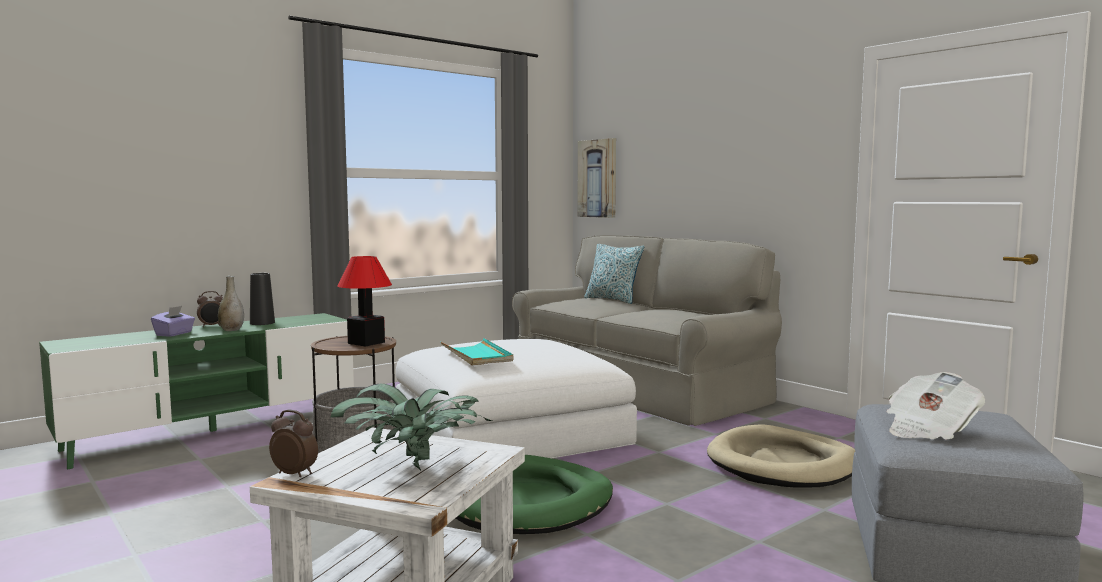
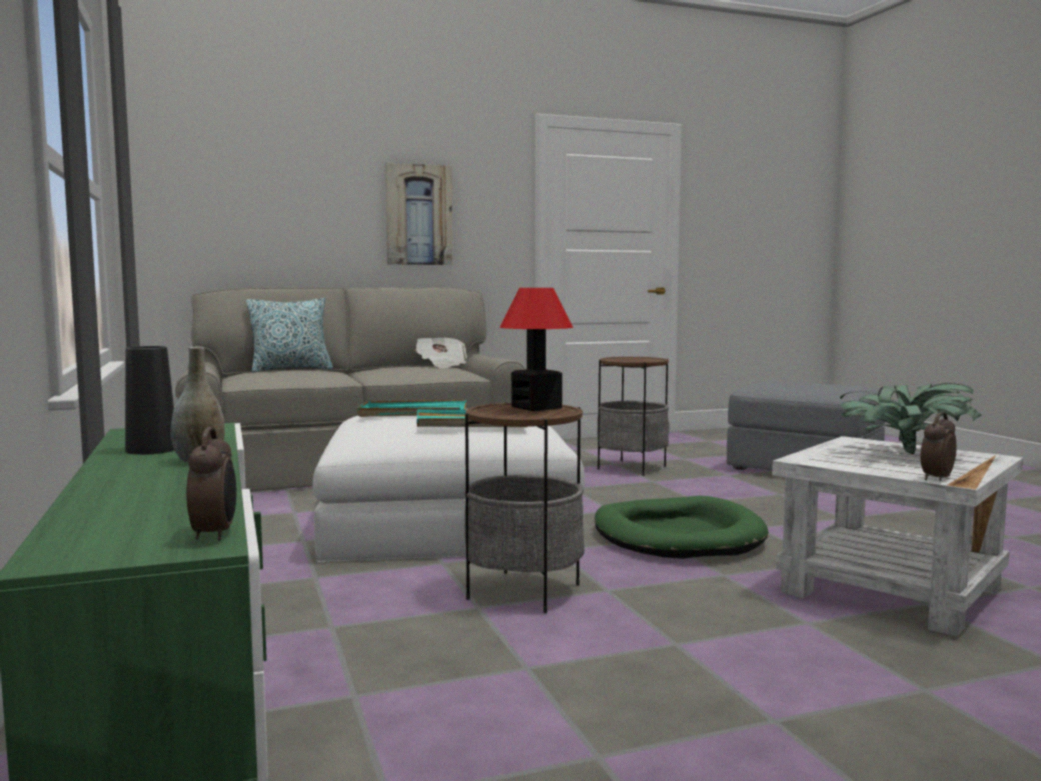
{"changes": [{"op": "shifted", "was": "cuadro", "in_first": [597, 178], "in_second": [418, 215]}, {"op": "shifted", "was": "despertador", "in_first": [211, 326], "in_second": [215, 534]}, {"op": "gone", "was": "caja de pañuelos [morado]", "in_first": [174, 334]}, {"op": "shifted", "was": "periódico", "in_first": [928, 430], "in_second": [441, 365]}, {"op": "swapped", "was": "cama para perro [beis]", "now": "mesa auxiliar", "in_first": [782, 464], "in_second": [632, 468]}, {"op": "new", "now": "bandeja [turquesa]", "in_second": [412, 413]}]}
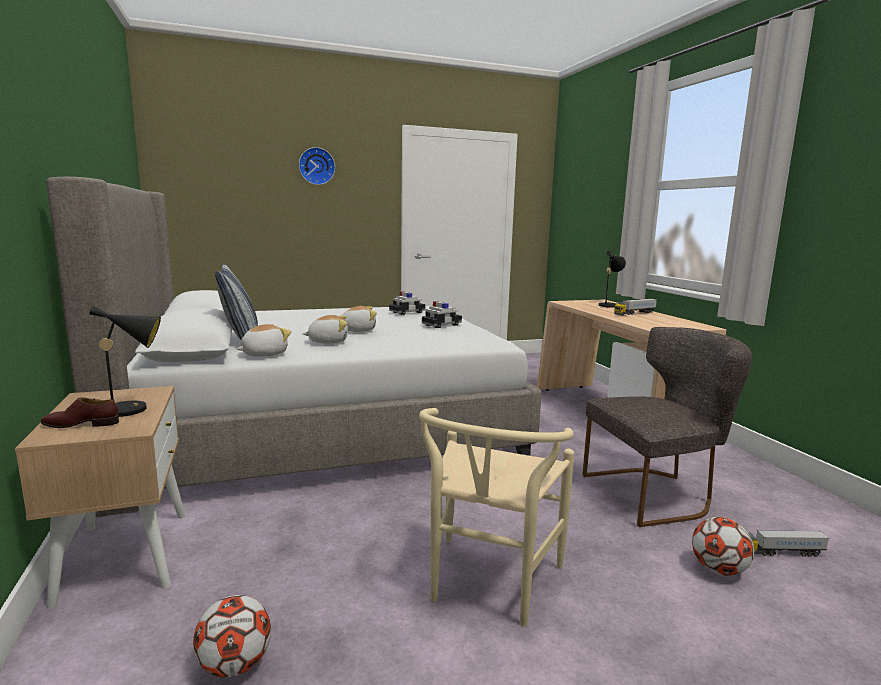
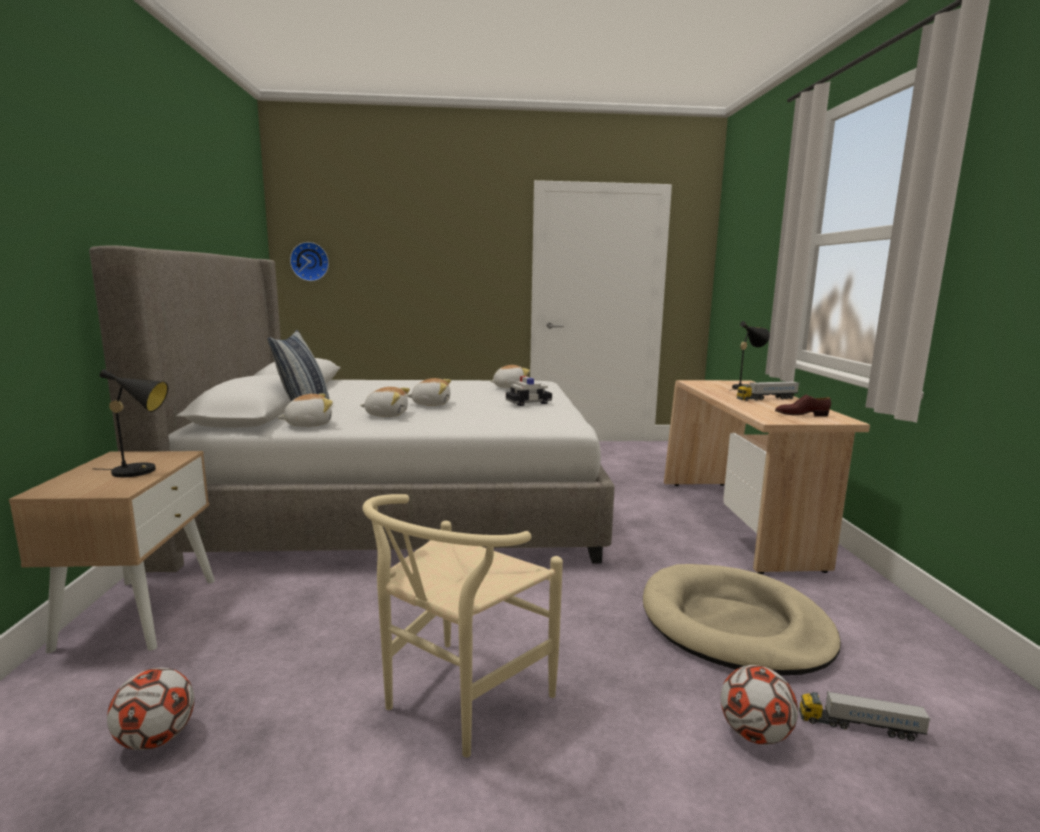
{"changes": [{"op": "shifted", "was": "reloj de pared", "in_first": [316, 166], "in_second": [310, 261]}, {"op": "swapped", "was": "coche de juguete", "now": "peluche", "in_first": [407, 312], "in_second": [509, 387]}, {"op": "swapped", "was": "silla [gris]", "now": "cama para perro [beis]", "in_first": [656, 493], "in_second": [734, 625]}, {"op": "shifted", "was": "zapato [marrón]", "in_first": [81, 424], "in_second": [801, 415]}]}
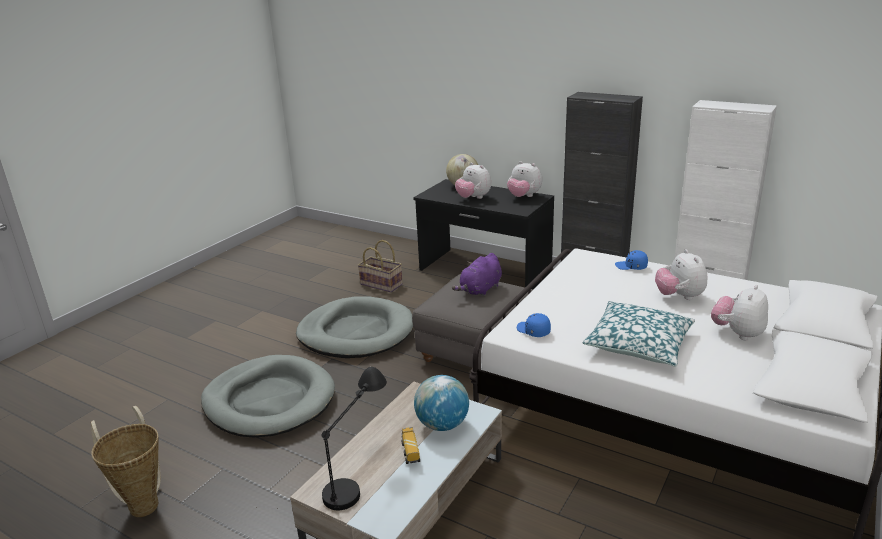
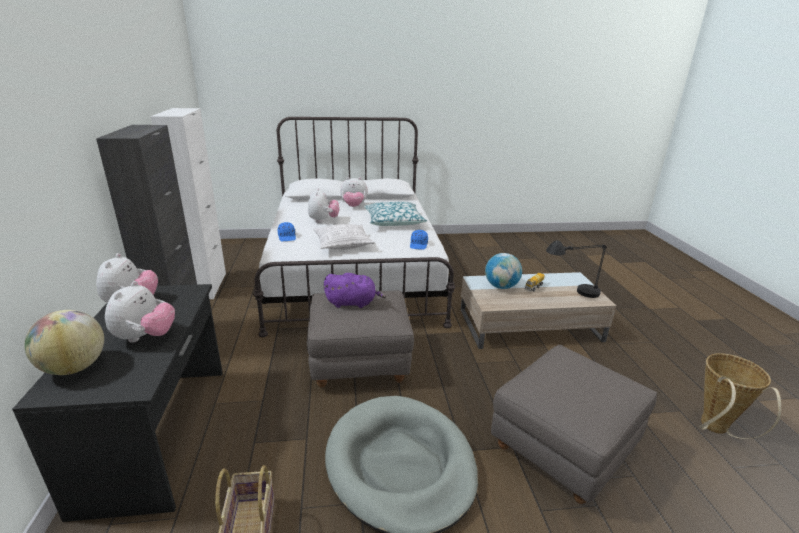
{"changes": [{"op": "rotated", "was": "peluche", "in_first": [679, 296], "in_second": [323, 220], "clockwise": -45}, {"op": "swapped", "was": "cama para perro [gris]", "now": "puf [gris]", "in_first": [269, 400], "in_second": [563, 448]}, {"op": "new", "now": "cojín", "in_second": [343, 245]}]}
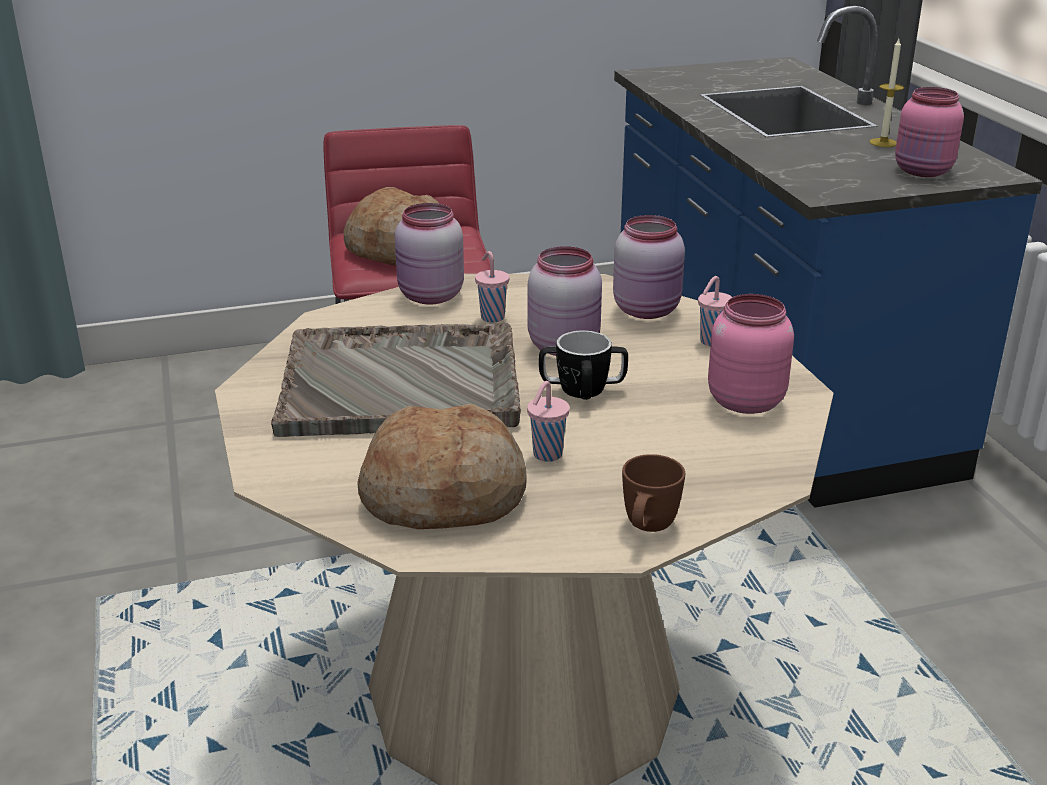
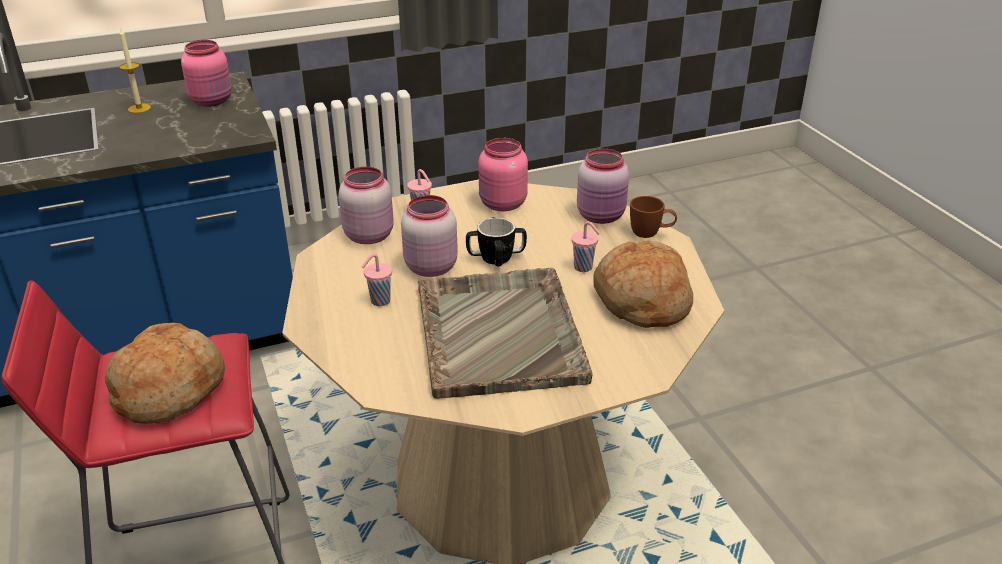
{"changes": [{"op": "shifted", "was": "tarro [rosa]", "in_first": [429, 296], "in_second": [602, 216]}]}
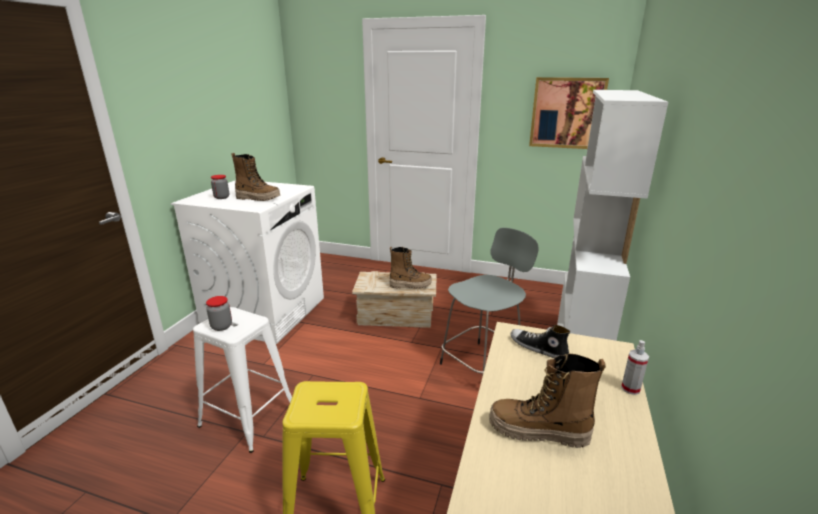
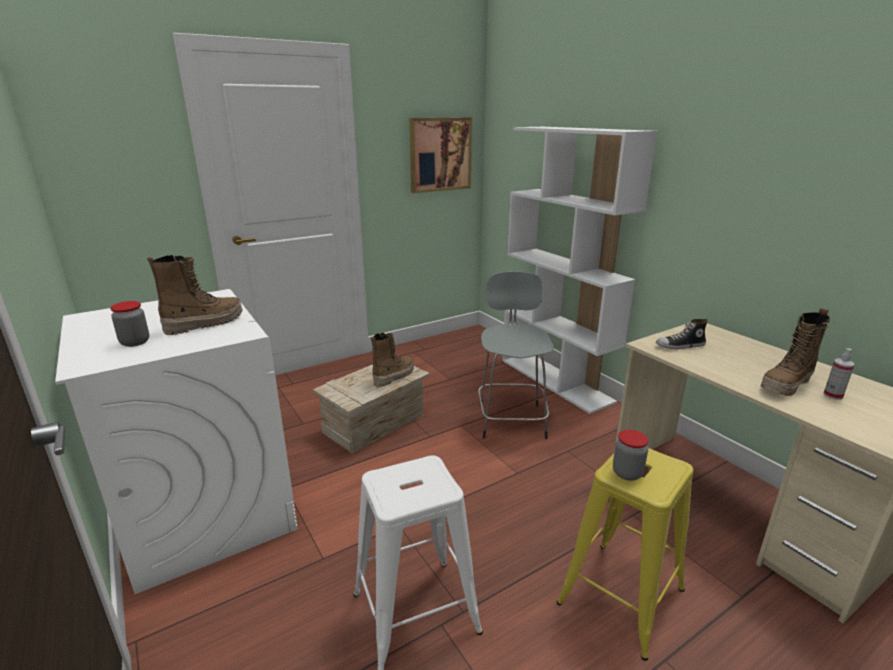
{"changes": [{"op": "shifted", "was": "tarro", "in_first": [221, 326], "in_second": [627, 473]}, {"op": "shifted", "was": "pulverizador", "in_first": [630, 388], "in_second": [833, 395]}]}
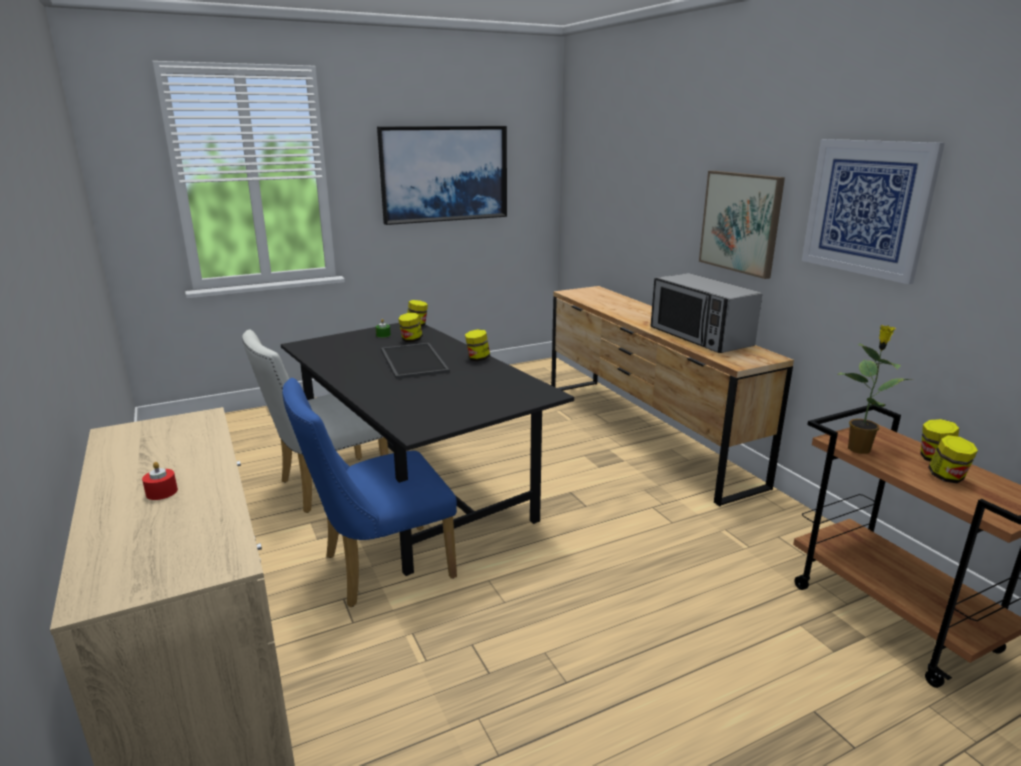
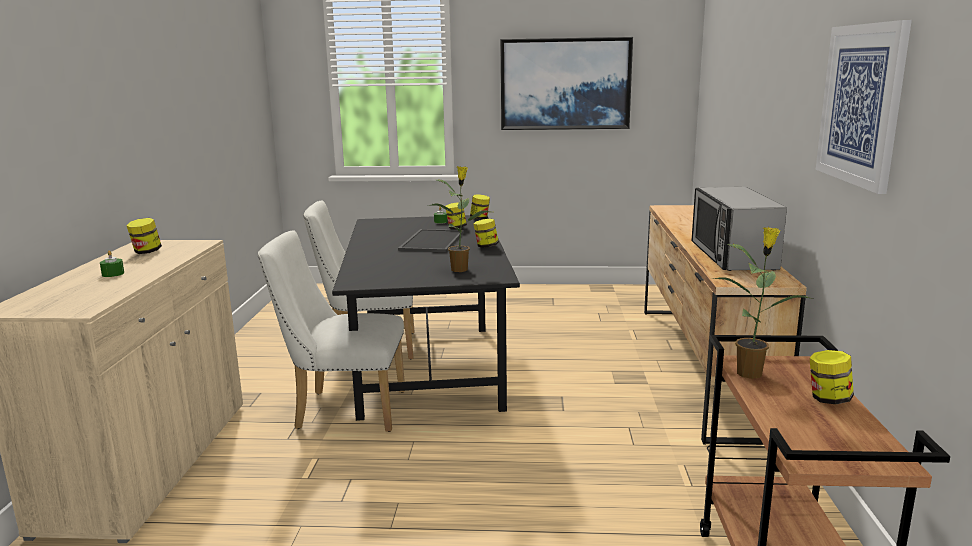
{"changes": [{"op": "gone", "was": "cuadro", "in_first": [740, 222]}, {"op": "repainted", "was": "silla [azul]", "now": "silla [blanco]", "in_first": [378, 568], "in_second": [342, 410]}, {"op": "shifted", "was": "tarro", "in_first": [947, 477], "in_second": [146, 252]}, {"op": "repainted", "was": "vela [rojo]", "now": "vela [verde]", "in_first": [161, 492], "in_second": [113, 274]}, {"op": "new", "now": "planta en maceta", "in_second": [460, 269]}]}
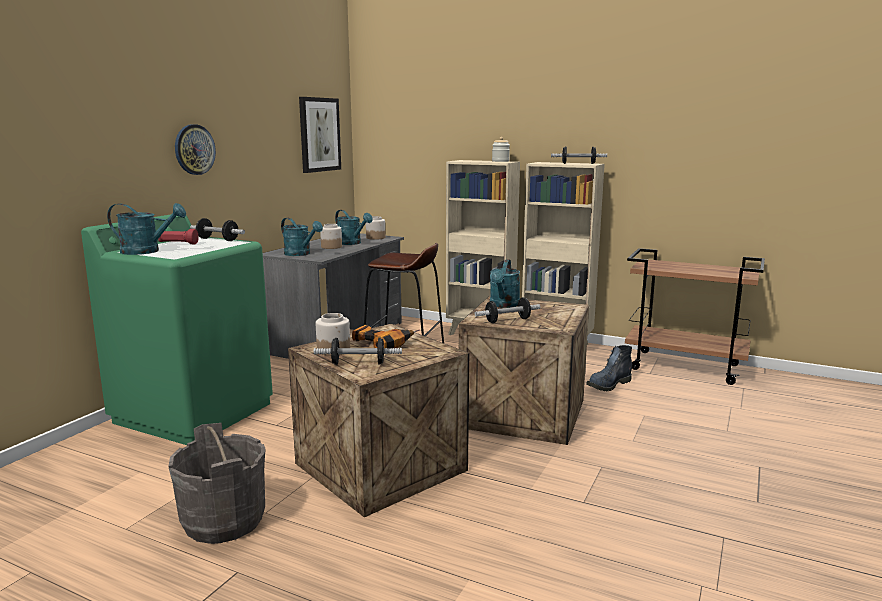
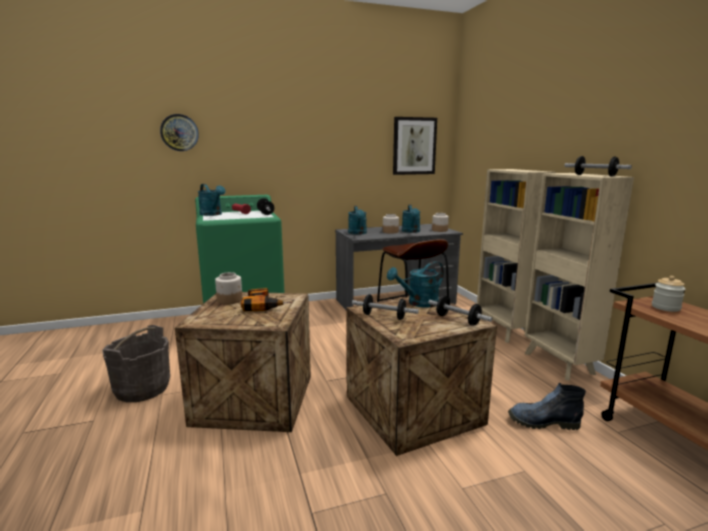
{"changes": [{"op": "shifted", "was": "reloj de pared", "in_first": [194, 149], "in_second": [179, 132]}, {"op": "shifted", "was": "tarro", "in_first": [500, 161], "in_second": [665, 307]}, {"op": "shifted", "was": "mancuerna", "in_first": [358, 363], "in_second": [458, 320]}]}
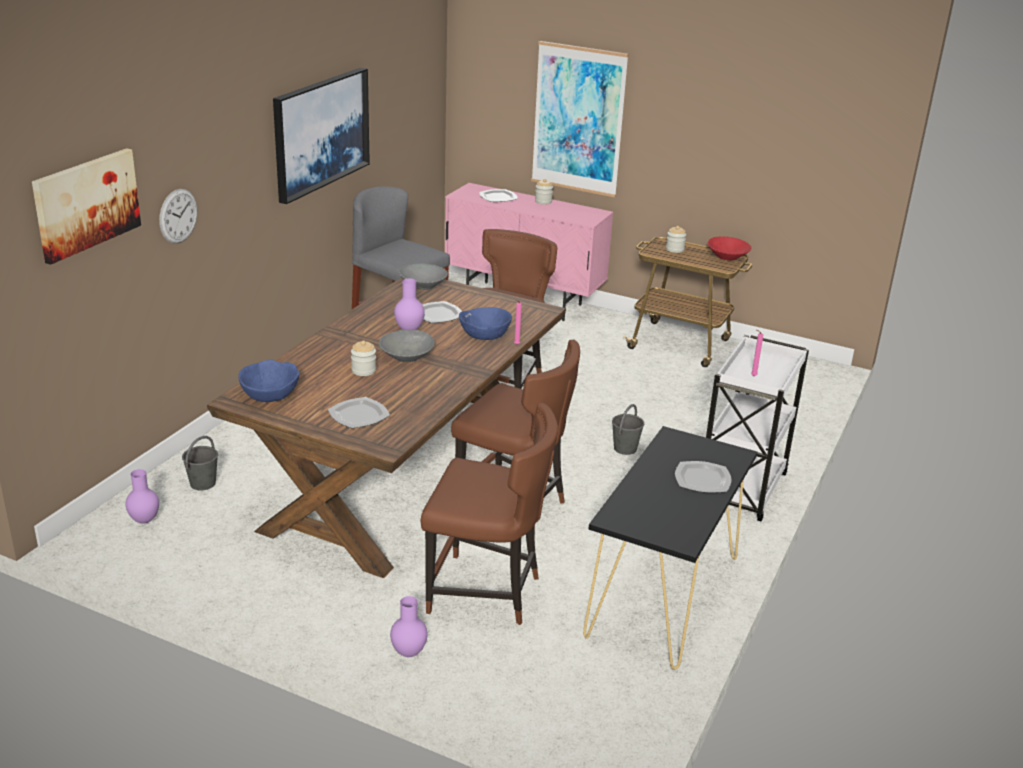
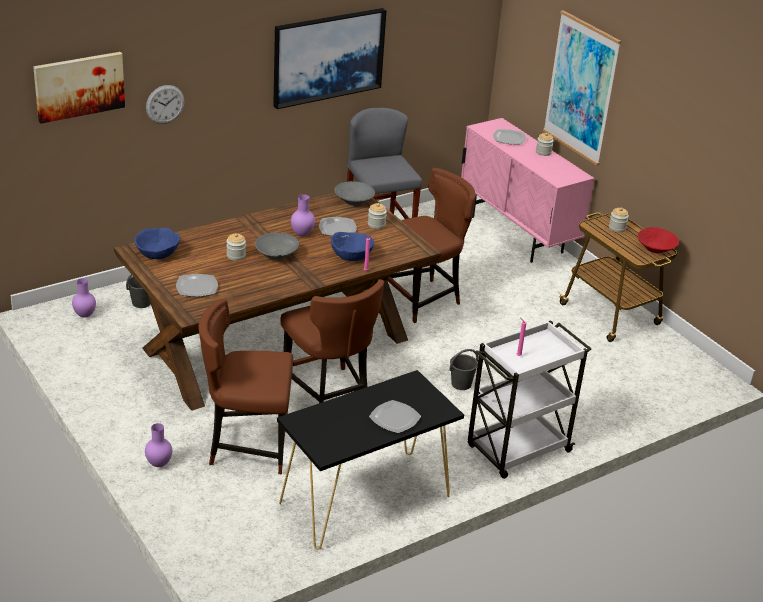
{"changes": [{"op": "rotated", "was": "silla [marrón]", "in_first": [486, 592], "in_second": [247, 447], "clockwise": 135}, {"op": "new", "now": "tarro", "in_second": [376, 224]}]}
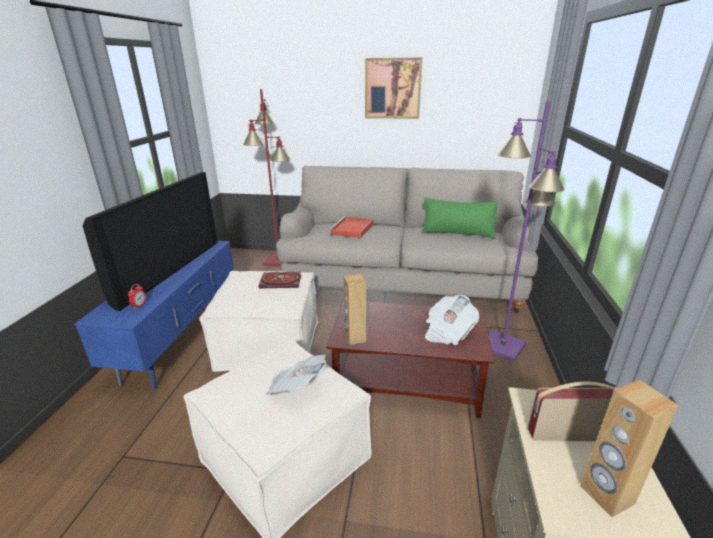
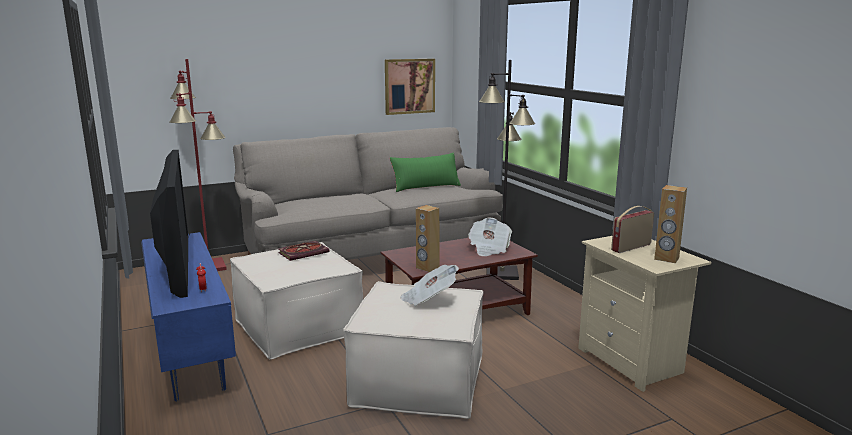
{"changes": [{"op": "shifted", "was": "cuadro", "in_first": [392, 88], "in_second": [409, 86]}, {"op": "repainted", "was": "lámpara de pie [morado]", "now": "lámpara de pie [negro]", "in_first": [502, 346], "in_second": [501, 273]}, {"op": "gone", "was": "bandeja [rojo]", "in_first": [352, 229]}]}
